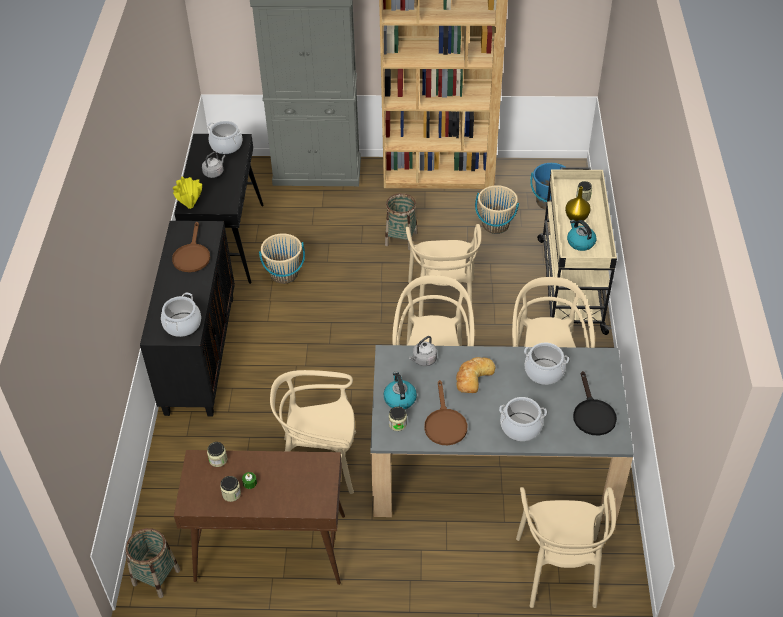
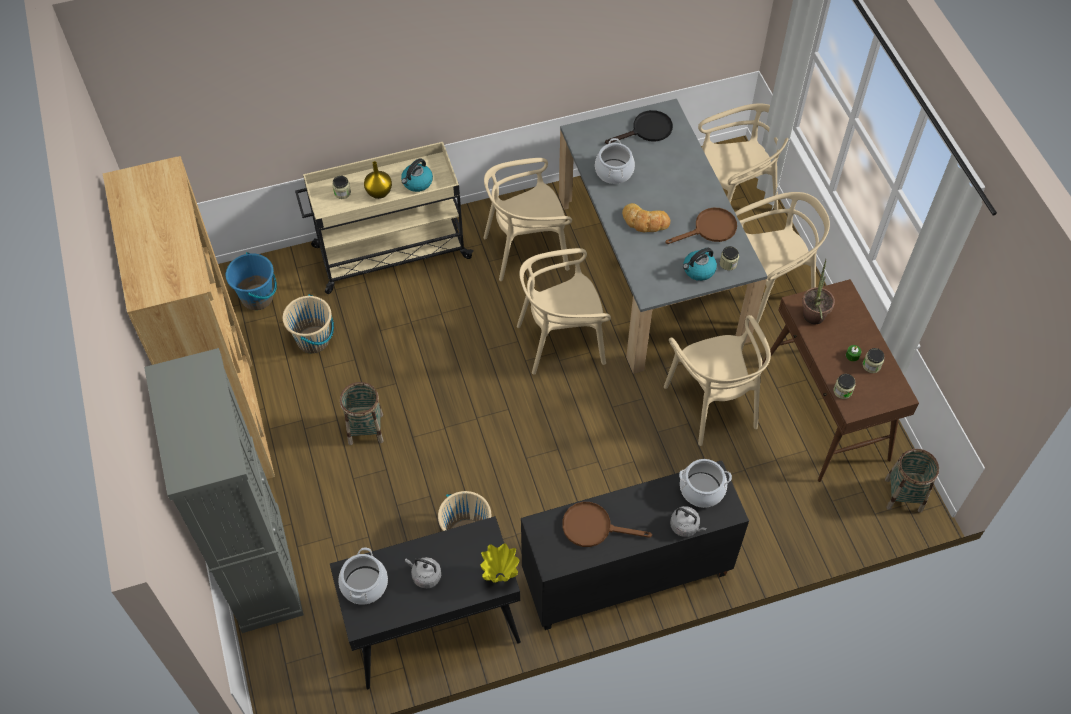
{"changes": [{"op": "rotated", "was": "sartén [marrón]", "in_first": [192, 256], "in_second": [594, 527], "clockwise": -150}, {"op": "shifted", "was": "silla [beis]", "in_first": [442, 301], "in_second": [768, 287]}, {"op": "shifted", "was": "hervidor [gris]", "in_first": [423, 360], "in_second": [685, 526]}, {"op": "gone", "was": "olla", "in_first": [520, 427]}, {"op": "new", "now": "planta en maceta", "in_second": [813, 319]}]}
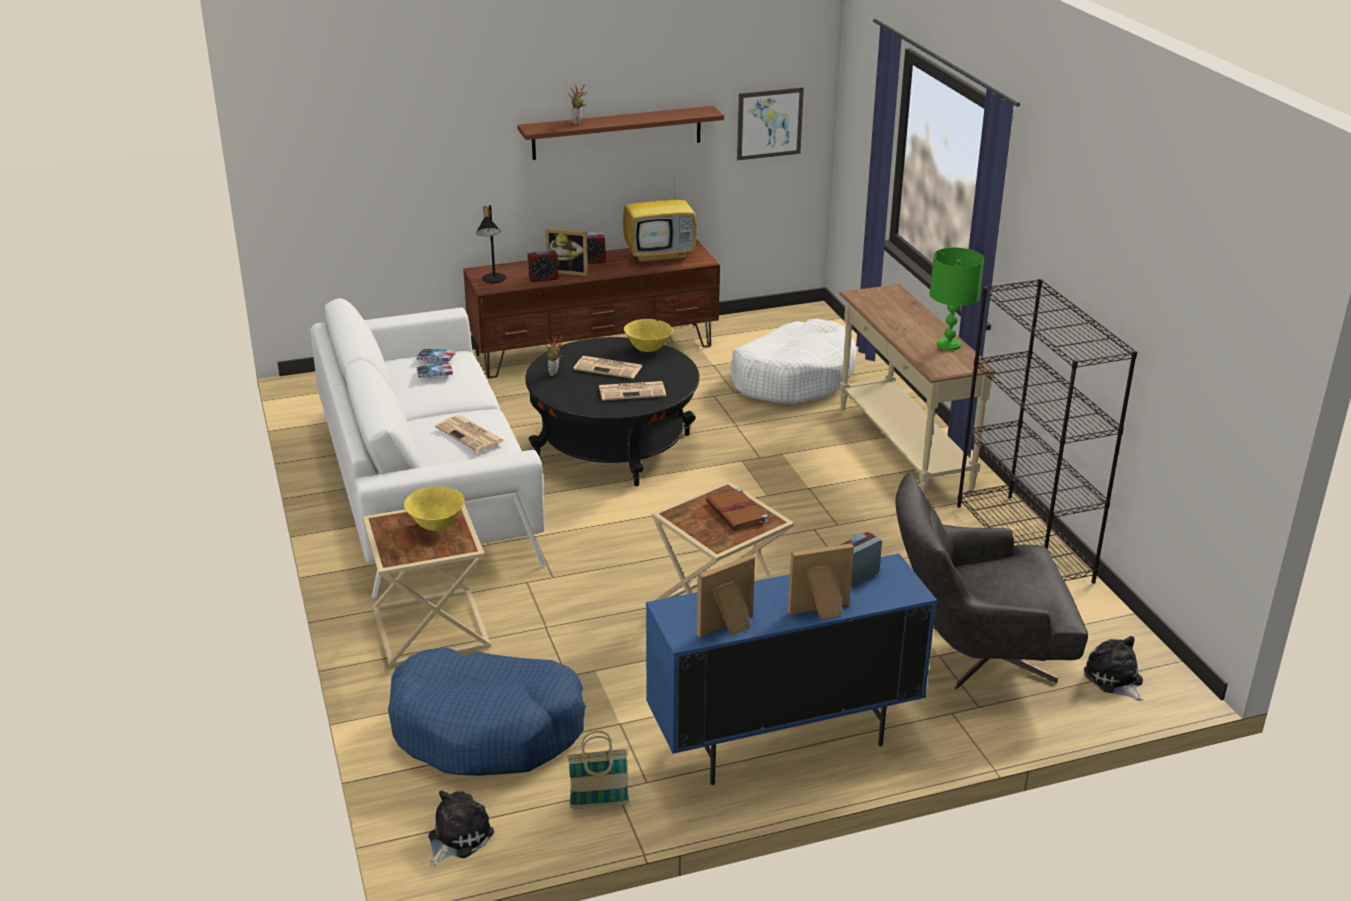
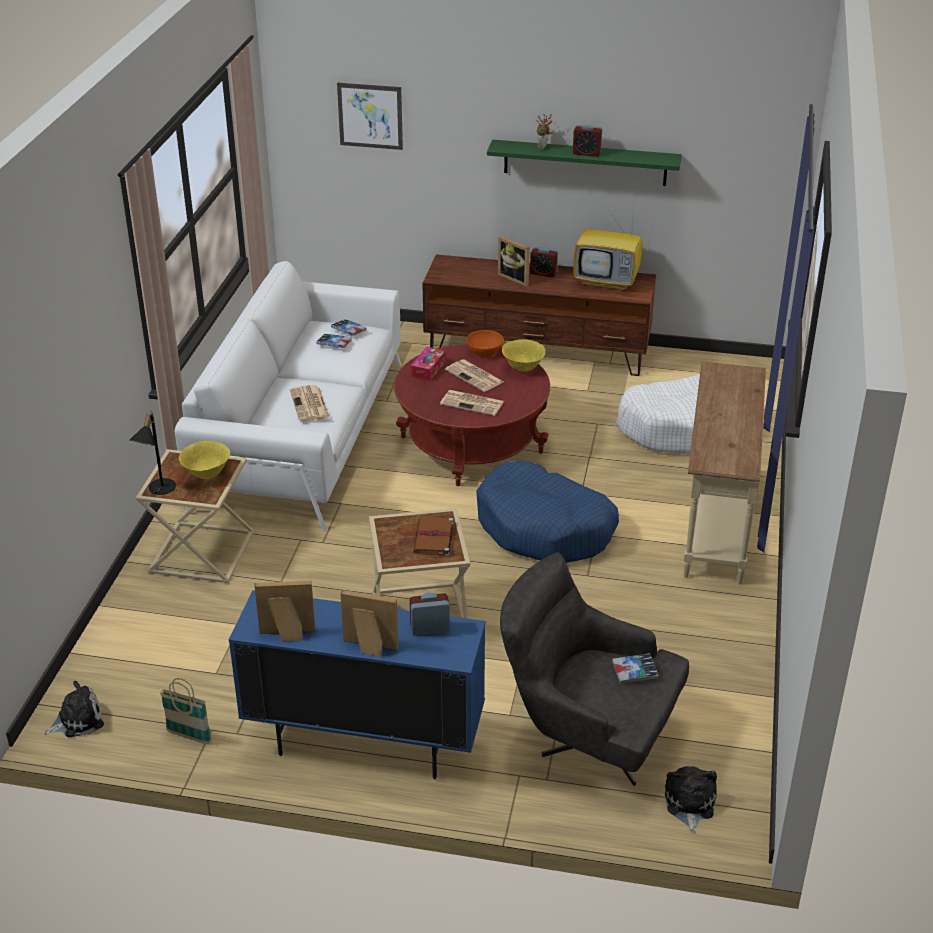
{"changes": [{"op": "shifted", "was": "cuadro", "in_first": [769, 123], "in_second": [370, 116]}, {"op": "repainted", "was": "estante [marrón]", "now": "estante [verde]", "in_first": [617, 132], "in_second": [585, 162]}, {"op": "shifted", "was": "lámpara de mesa [negro]", "in_first": [492, 280], "in_second": [158, 489]}, {"op": "gone", "was": "lámpara de mesa [verde]", "in_first": [949, 345]}, {"op": "shifted", "was": "despertador", "in_first": [543, 278], "in_second": [586, 153]}, {"op": "gone", "was": "estantería [negro]", "in_first": [1024, 543]}, {"op": "swapped", "was": "planta en maceta", "now": "caja de pañuelos", "in_first": [555, 373], "in_second": [428, 369]}, {"op": "repainted", "was": "mesa de centro [negro]", "now": "mesa de centro [rojo]", "in_first": [613, 446], "in_second": [471, 444]}, {"op": "shifted", "was": "cama para perro [azul]", "in_first": [487, 729], "in_second": [545, 528]}, {"op": "new", "now": "cuenco [naranja]", "in_second": [485, 352]}, {"op": "new", "now": "libro", "in_second": [634, 672]}]}
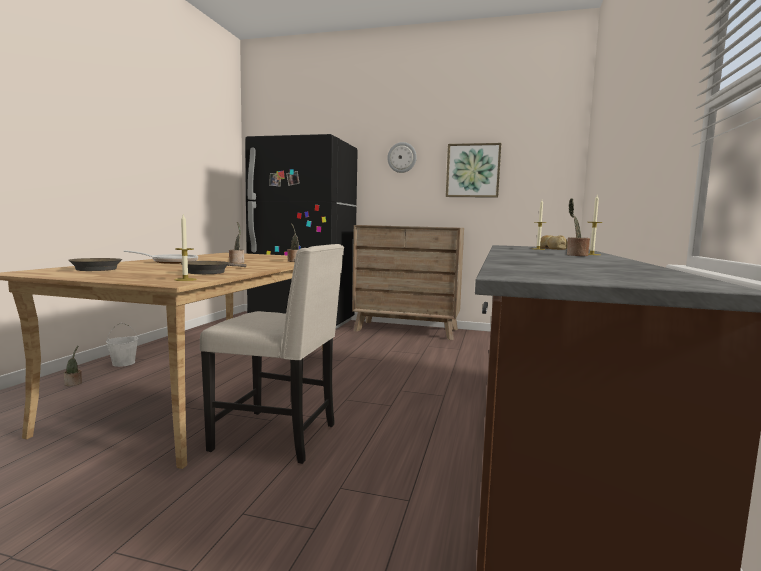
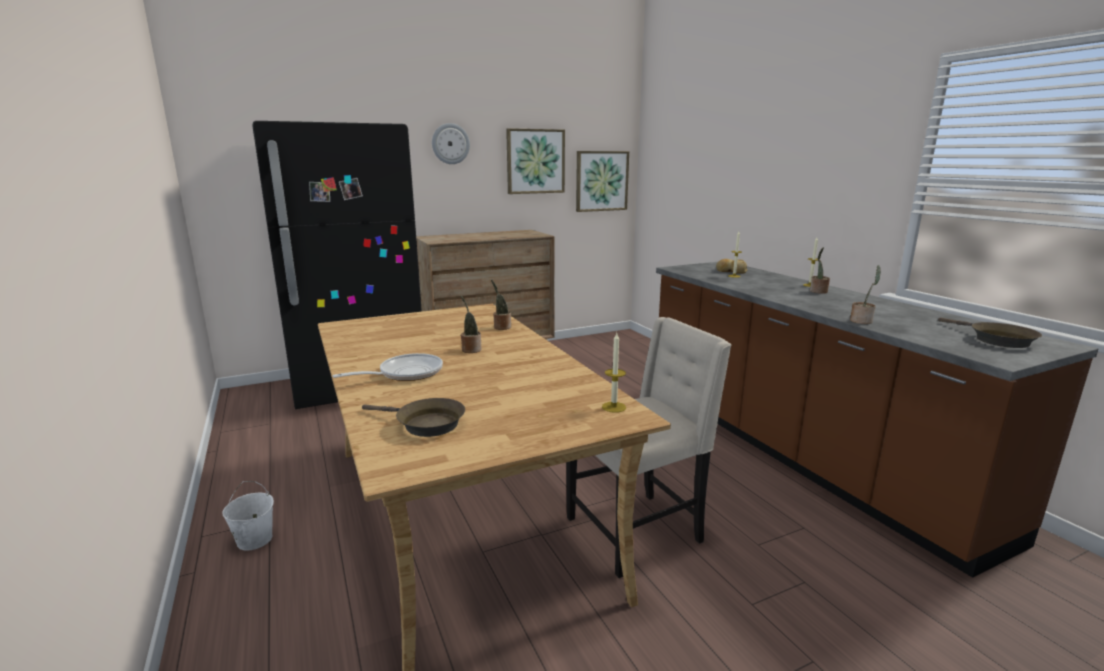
{"changes": [{"op": "shifted", "was": "sartén [marrón]", "in_first": [209, 272], "in_second": [996, 339]}, {"op": "shifted", "was": "planta en maceta", "in_first": [74, 384], "in_second": [862, 321]}, {"op": "new", "now": "cuadro", "in_second": [601, 181]}]}
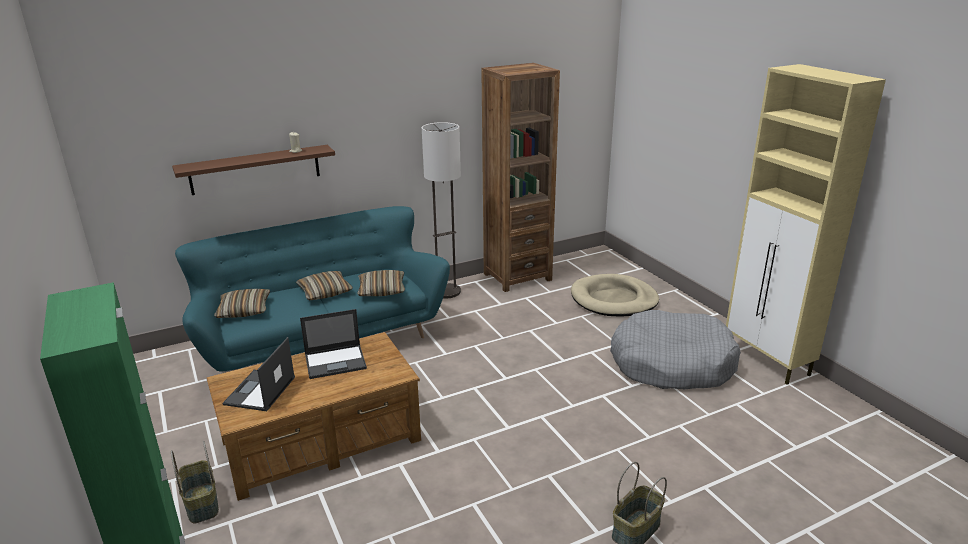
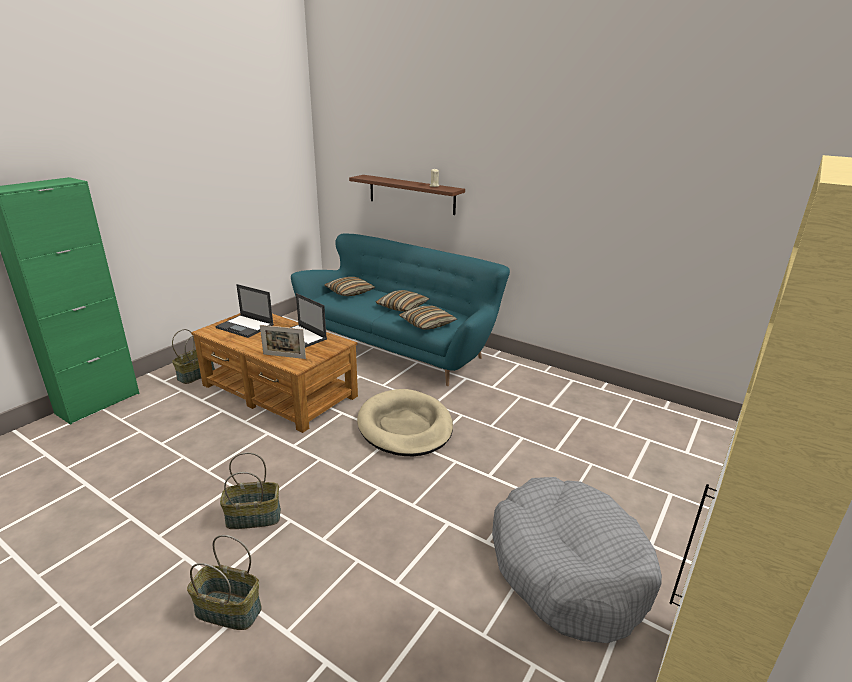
{"changes": [{"op": "gone", "was": "estantería [marrón]", "in_first": [517, 277]}, {"op": "gone", "was": "lámpara de pie", "in_first": [446, 291]}, {"op": "shifted", "was": "cama para perro [beis]", "in_first": [614, 299], "in_second": [405, 426]}, {"op": "rotated", "was": "portátil", "in_first": [260, 391], "in_second": [245, 326], "clockwise": -135}, {"op": "new", "now": "portarretratos", "in_second": [284, 356]}, {"op": "new", "now": "cesta", "in_second": [254, 517]}]}
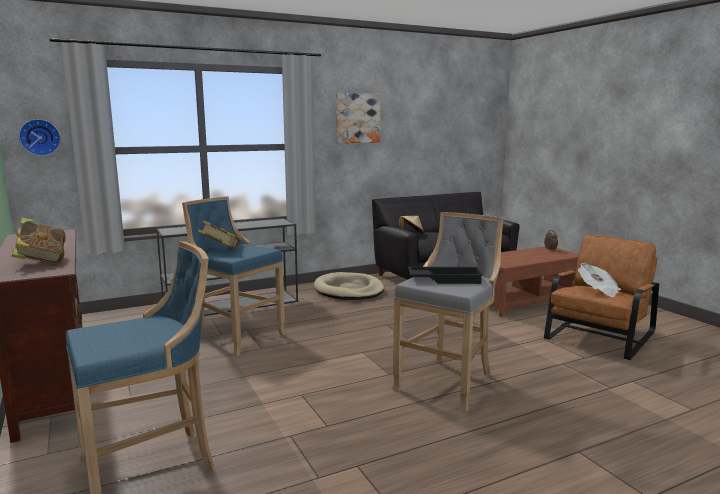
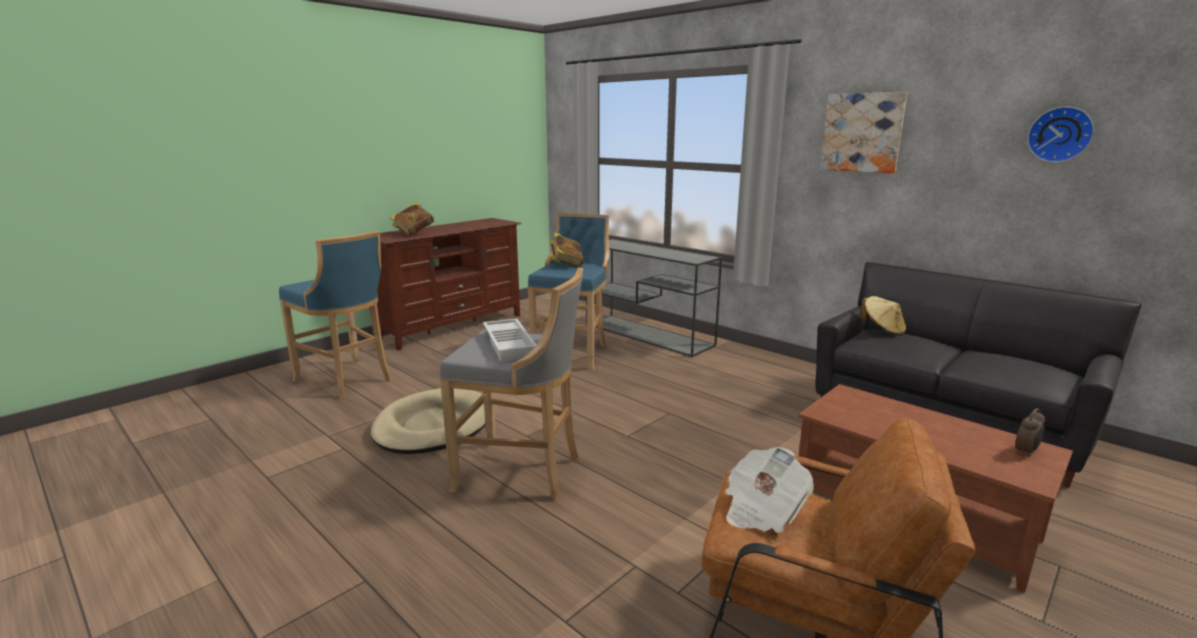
{"changes": [{"op": "shifted", "was": "reloj de pared", "in_first": [40, 137], "in_second": [1060, 134]}, {"op": "repainted", "was": "bandeja [negro]", "now": "bandeja [blanco]", "in_first": [445, 279], "in_second": [510, 345]}, {"op": "shifted", "was": "cama para perro [beis]", "in_first": [349, 290], "in_second": [433, 426]}]}
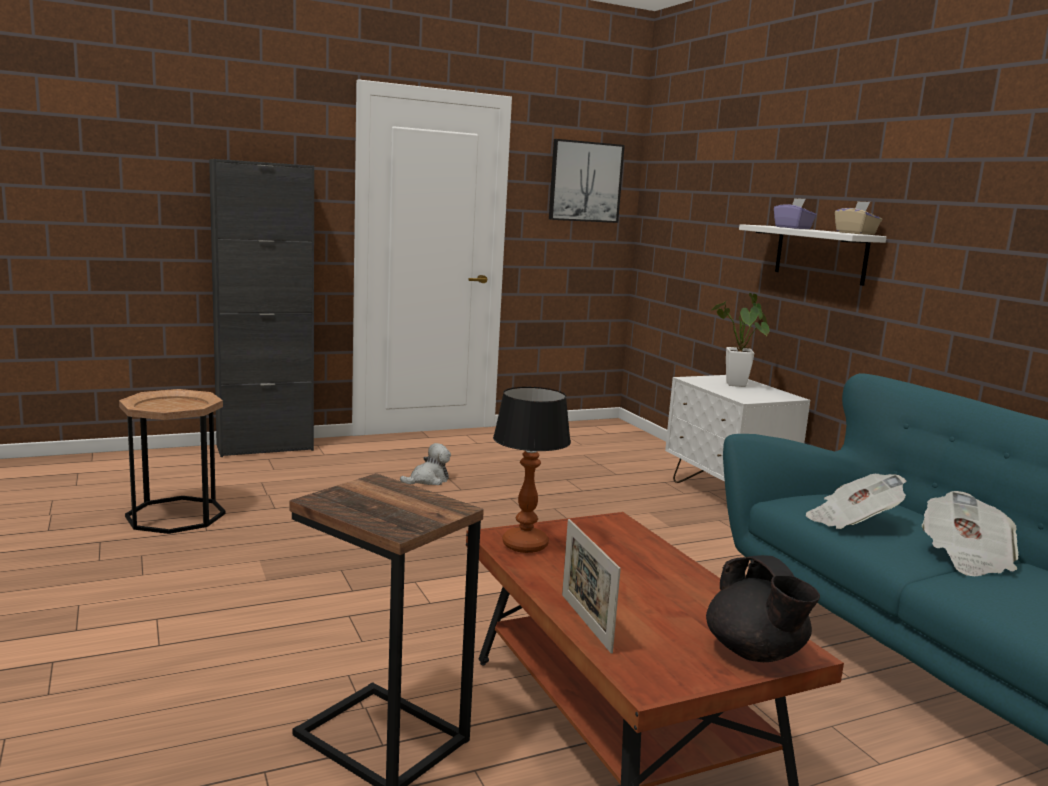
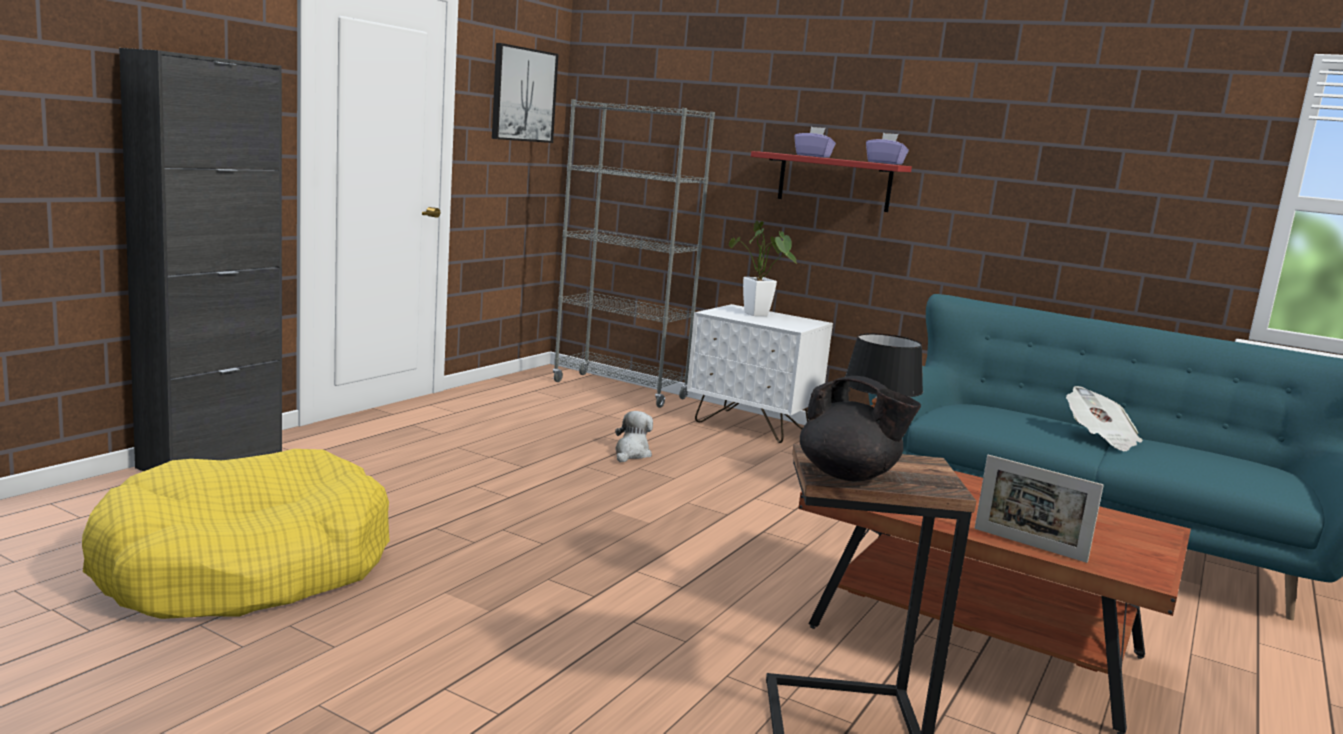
{"changes": [{"op": "repainted", "was": "caja de pañuelos [beis]", "now": "caja de pañuelos [morado]", "in_first": [855, 233], "in_second": [885, 163]}, {"op": "repainted", "was": "estante [blanco]", "now": "estante [rojo]", "in_first": [820, 254], "in_second": [834, 182]}, {"op": "swapped", "was": "mesa auxiliar [marrón]", "now": "cama para perro [amarillo]", "in_first": [176, 515], "in_second": [244, 567]}, {"op": "shifted", "was": "peluche", "in_first": [428, 480], "in_second": [631, 454]}, {"op": "gone", "was": "periódico", "in_first": [852, 522]}, {"op": "shifted", "was": "tetera [negro]", "in_first": [755, 653], "in_second": [848, 476]}, {"op": "new", "now": "estantería [gris]", "in_second": [620, 390]}]}
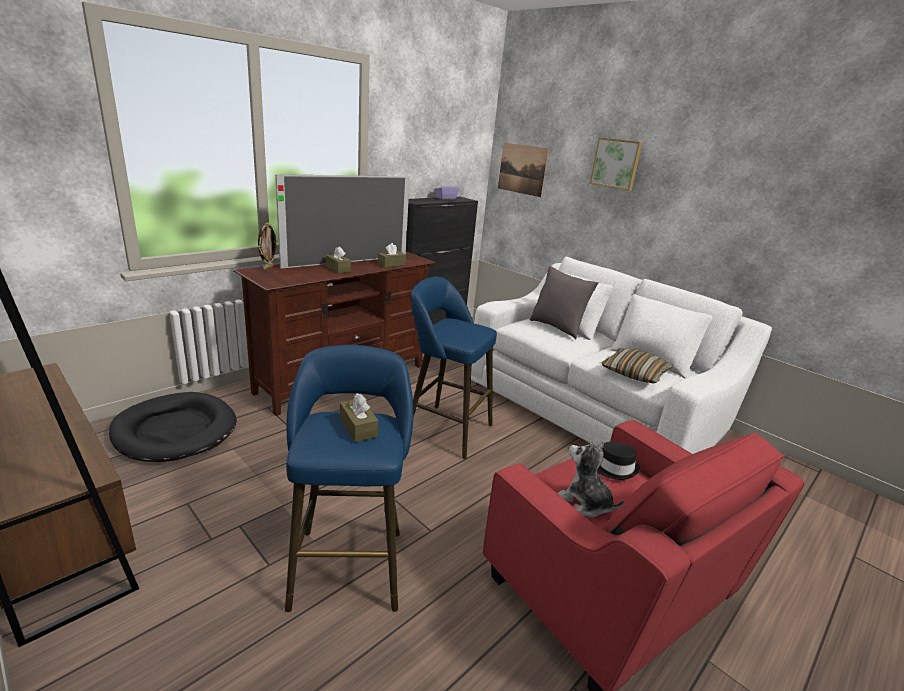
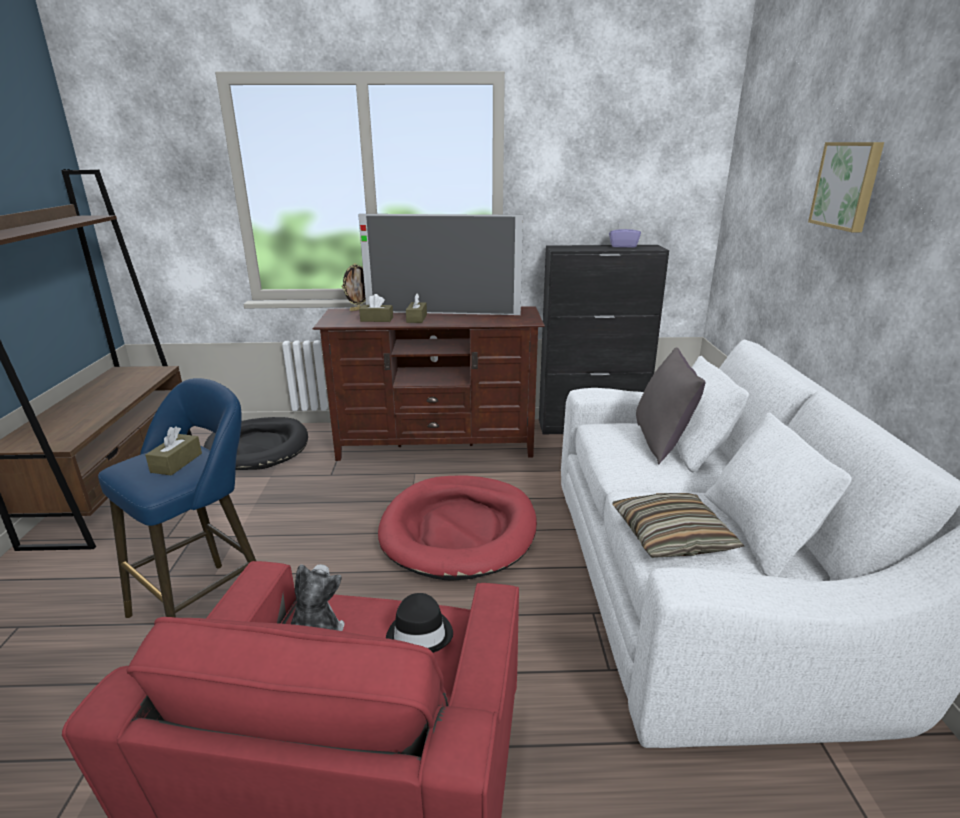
{"changes": [{"op": "gone", "was": "cuadro", "in_first": [522, 169]}, {"op": "shifted", "was": "caja de pañuelos [marrón]", "in_first": [391, 264], "in_second": [376, 319]}, {"op": "swapped", "was": "taburete [azul]", "now": "cama para perro [rojo]", "in_first": [444, 429], "in_second": [459, 530]}]}
